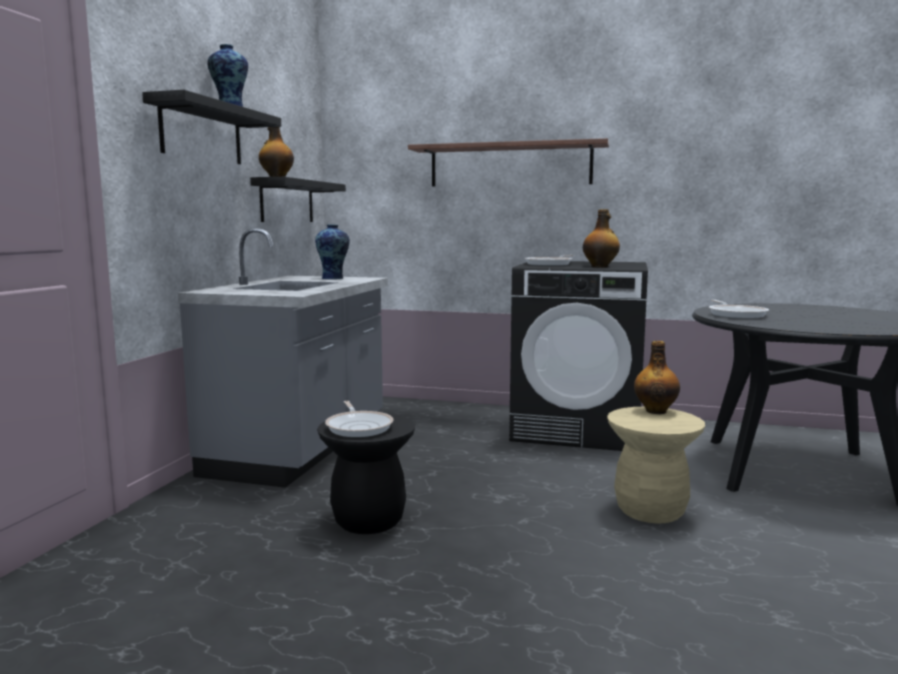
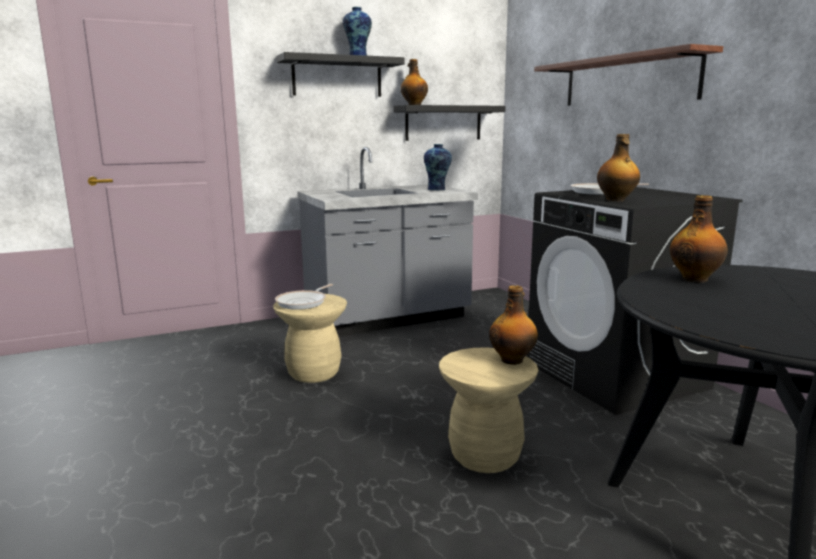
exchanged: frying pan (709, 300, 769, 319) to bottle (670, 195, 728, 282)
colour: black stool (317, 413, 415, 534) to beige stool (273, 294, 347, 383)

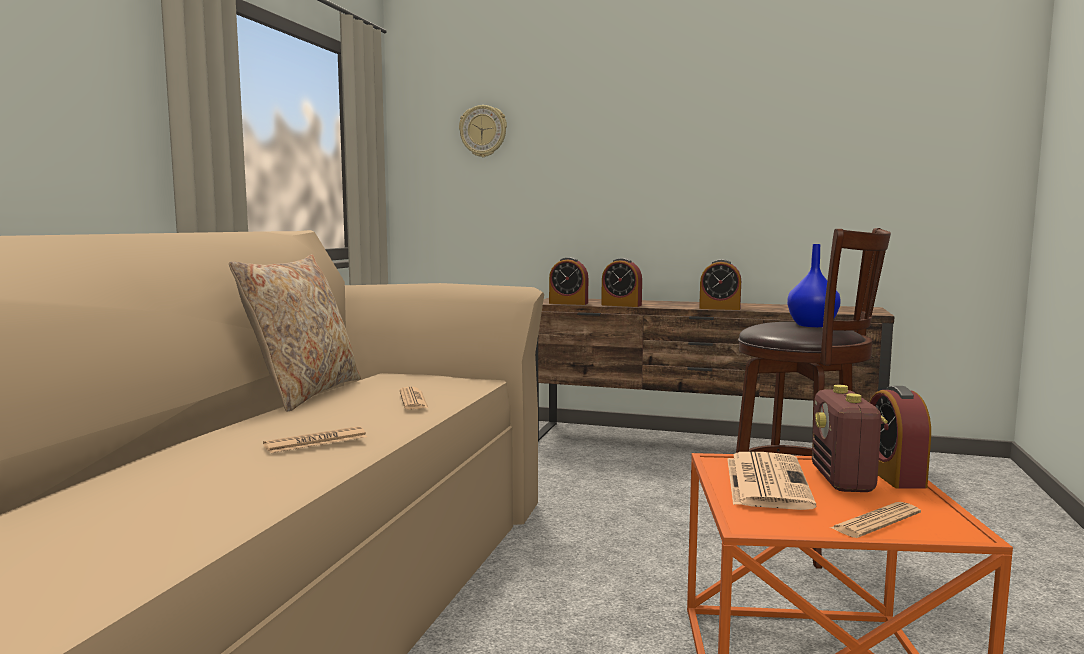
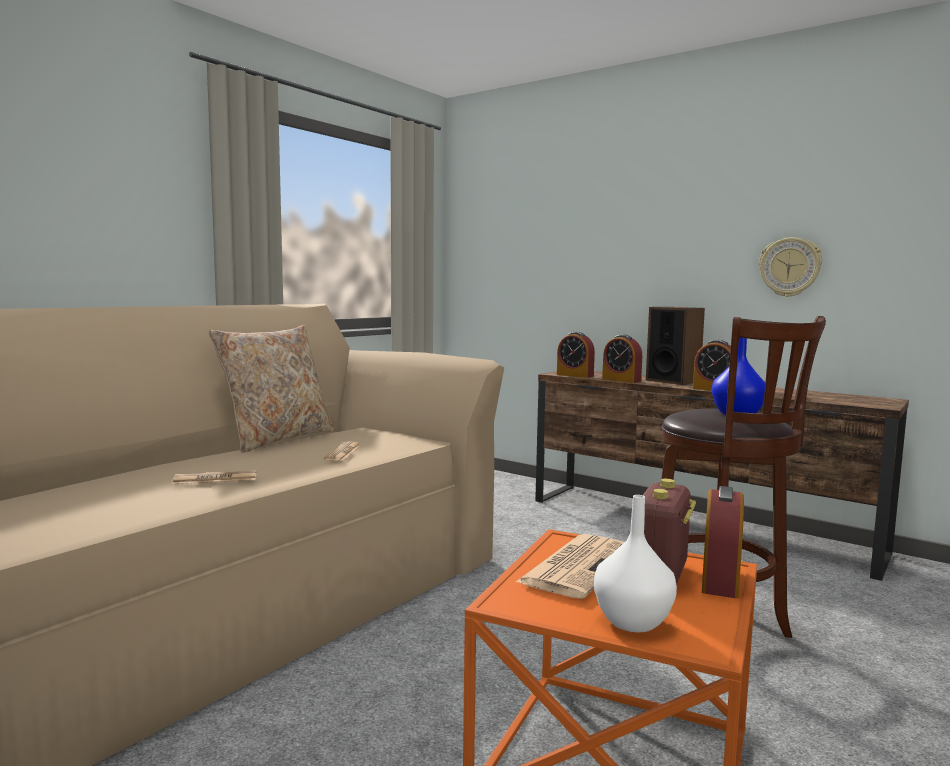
appeared: speaker (646, 307, 705, 385)
relocated: wall clock (459, 105, 507, 157) to (759, 237, 822, 297)
exchanged: newspaper (831, 502, 921, 538) to white vase (594, 495, 677, 632)

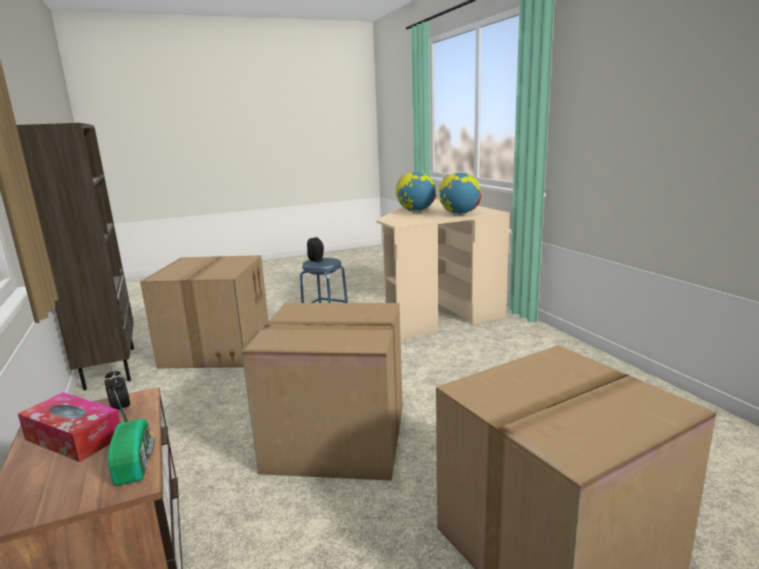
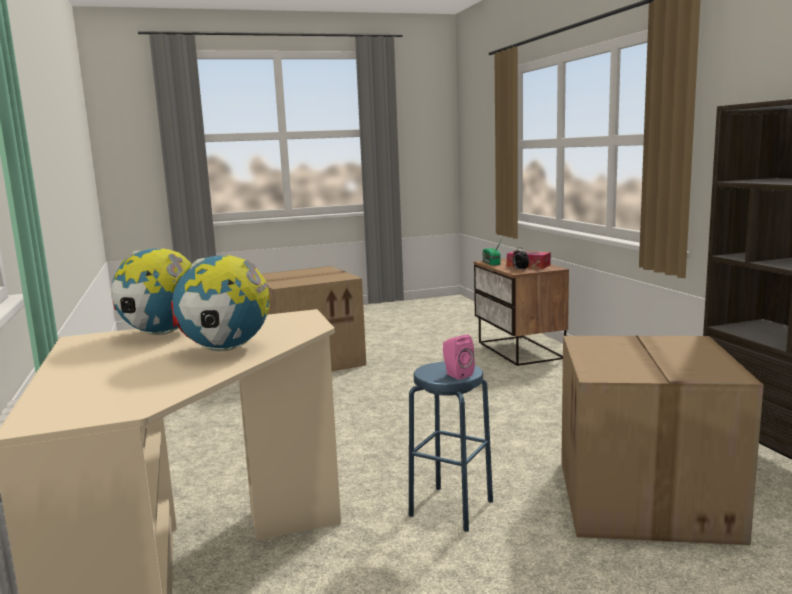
missing: cardboard box (242, 303, 403, 481)
colour: black speaker (307, 237, 324, 262) to pink speaker (443, 334, 475, 380)

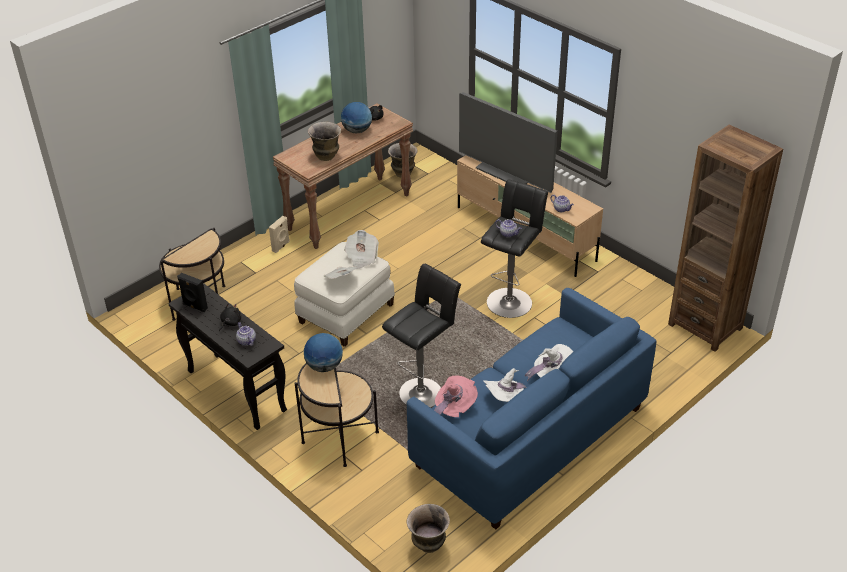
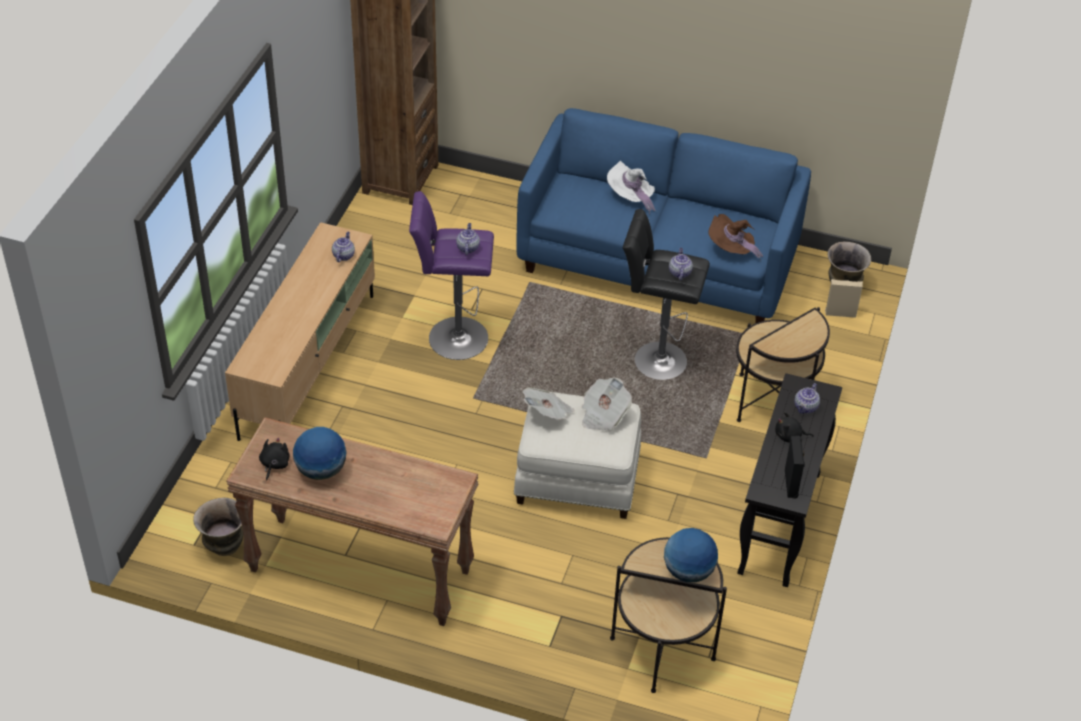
missing: vase (308, 122, 341, 161); television (459, 92, 557, 193); white hat (483, 368, 527, 402)
appeared: teapot (669, 248, 693, 280)
relocated: globe (304, 333, 343, 372) to (664, 528, 718, 582); beige speaker (269, 216, 290, 253) to (825, 279, 863, 318)
colour: black stool (481, 180, 548, 318) to purple stool (409, 191, 494, 360); pink hat (434, 376, 478, 417) to brown hat (708, 214, 763, 262)

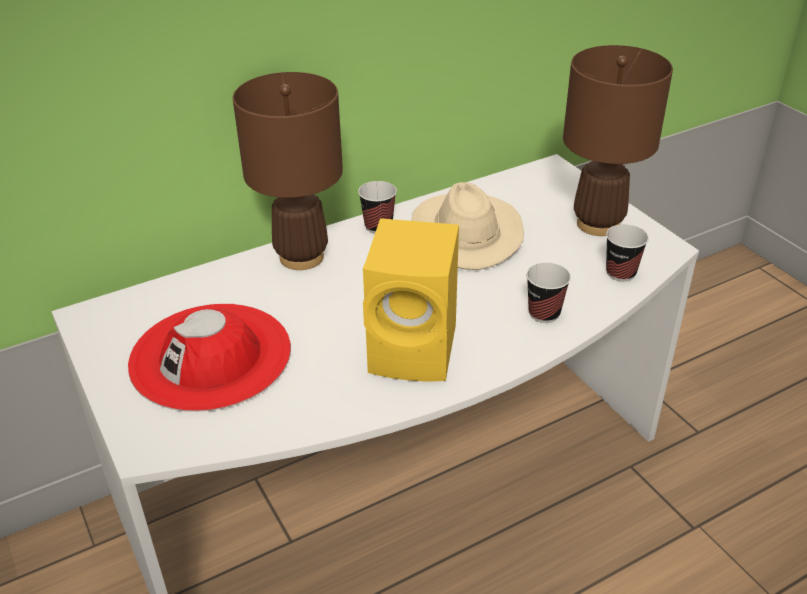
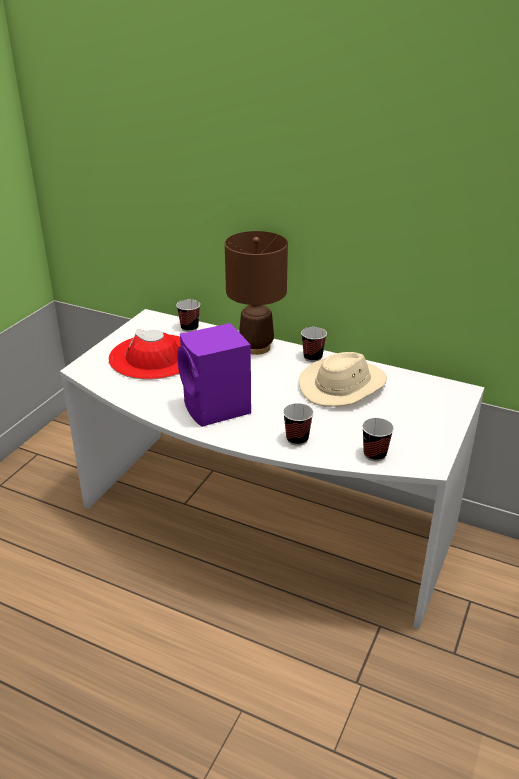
missing: brown table lamp (563, 45, 673, 236)
appeared: cup (176, 299, 200, 332)
colour: yellow speaker (363, 218, 459, 381) to purple speaker (177, 323, 251, 427)

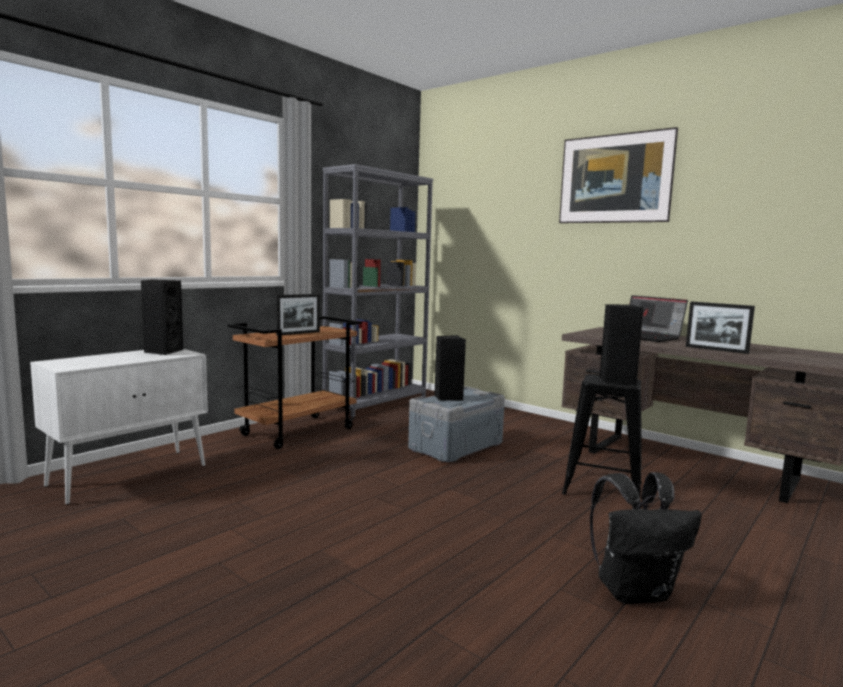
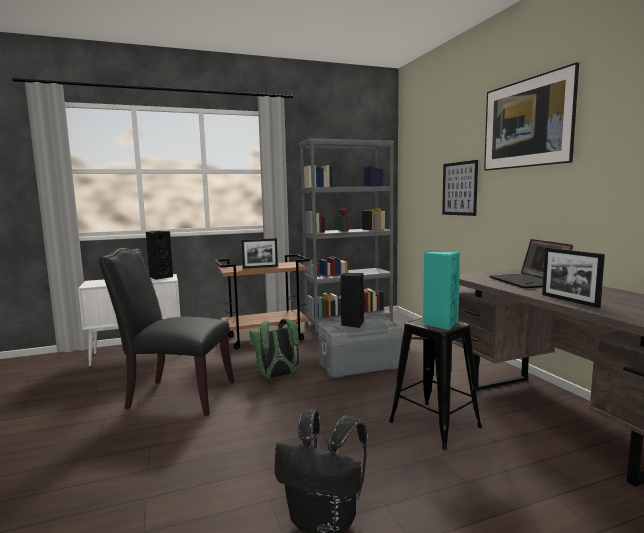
appeared: black chair (99, 248, 234, 416); green backpack (249, 319, 299, 379); picture (442, 160, 478, 216)
colour: black speaker (600, 304, 643, 385) to turquoise speaker (423, 251, 460, 330)

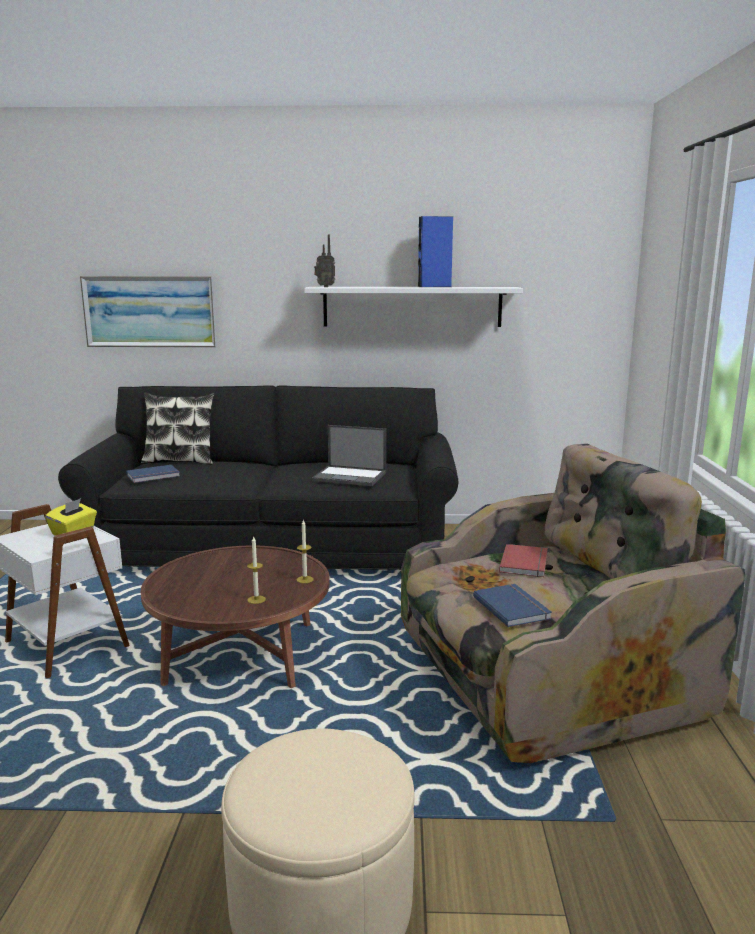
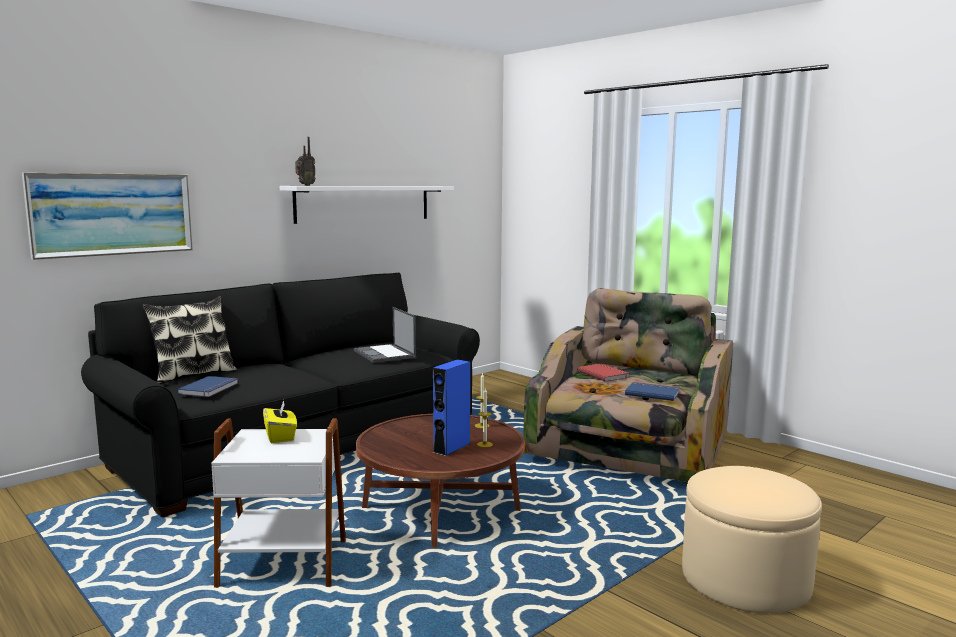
relocated: blue speaker (418, 216, 453, 287) to (433, 359, 470, 456)
spun: laptop (312, 425, 386, 486) = (353, 307, 416, 363) 90 degrees clockwise

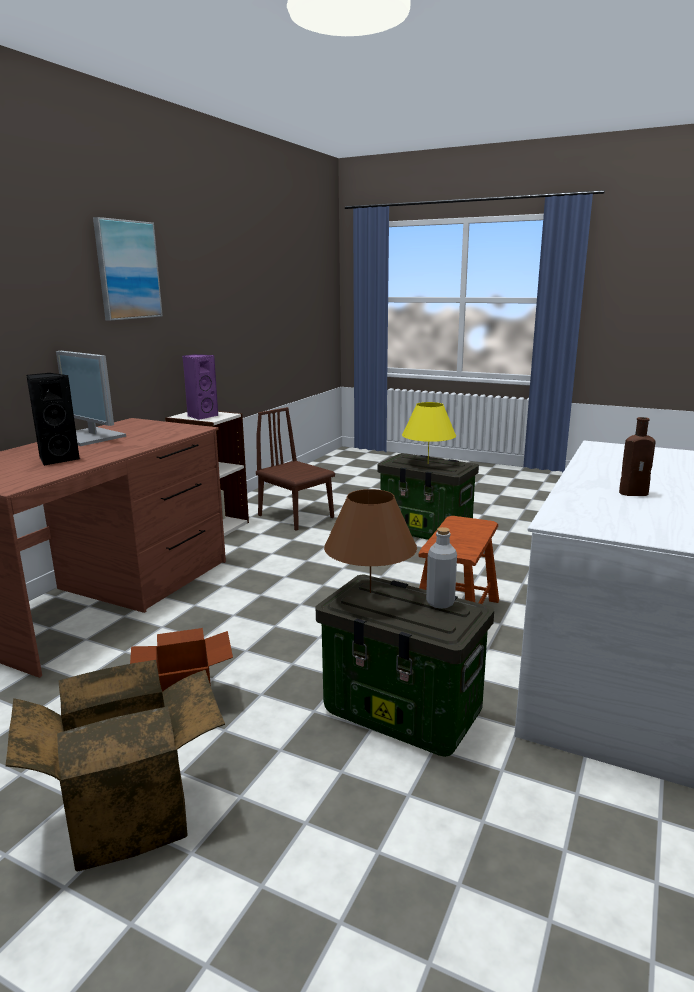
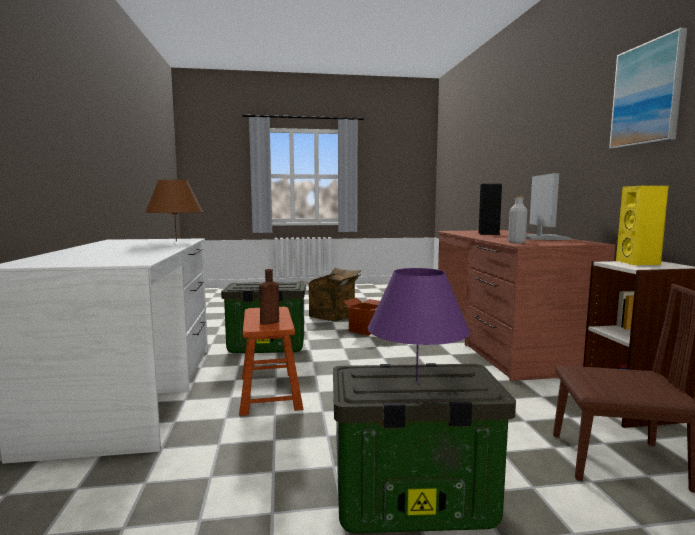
relocated: brown table lamp (324, 489, 417, 593) to (146, 180, 203, 242); brown bottle (619, 417, 656, 496) to (259, 269, 279, 325); grey bottle (426, 527, 457, 609) to (508, 196, 527, 243)
colour: yellow table lamp (402, 402, 456, 463) to purple table lamp (368, 268, 470, 382); purple speaker (182, 354, 218, 420) to yellow speaker (616, 186, 669, 265)
spun: monitor (56, 351, 126, 446) = (526, 173, 571, 240) 90 degrees clockwise

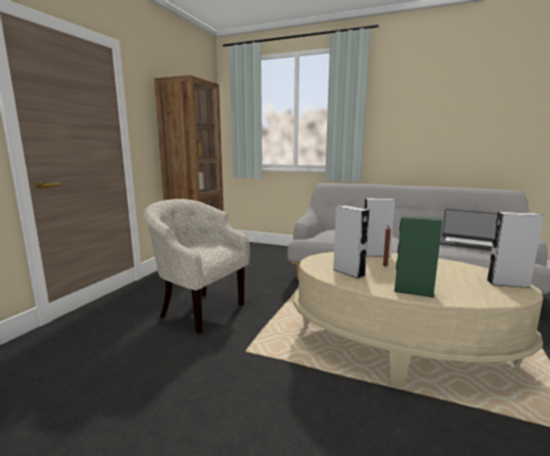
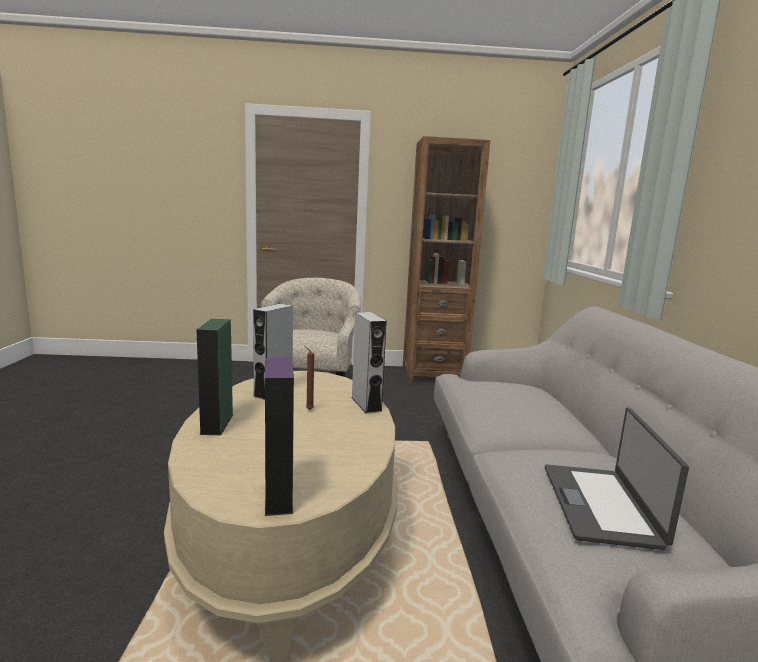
colour: grey speaker (487, 212, 544, 288) to purple speaker (265, 357, 294, 516)

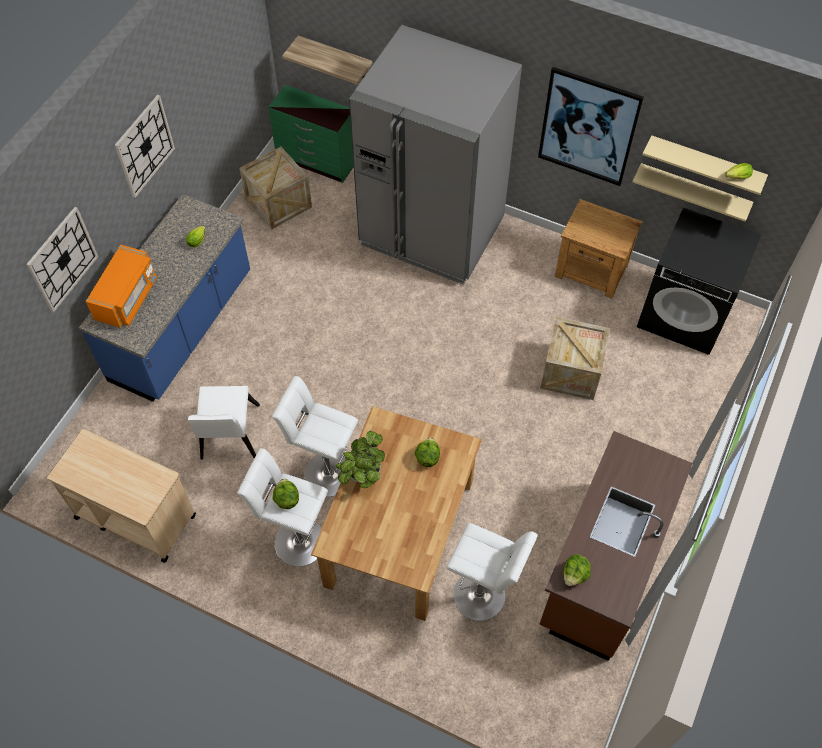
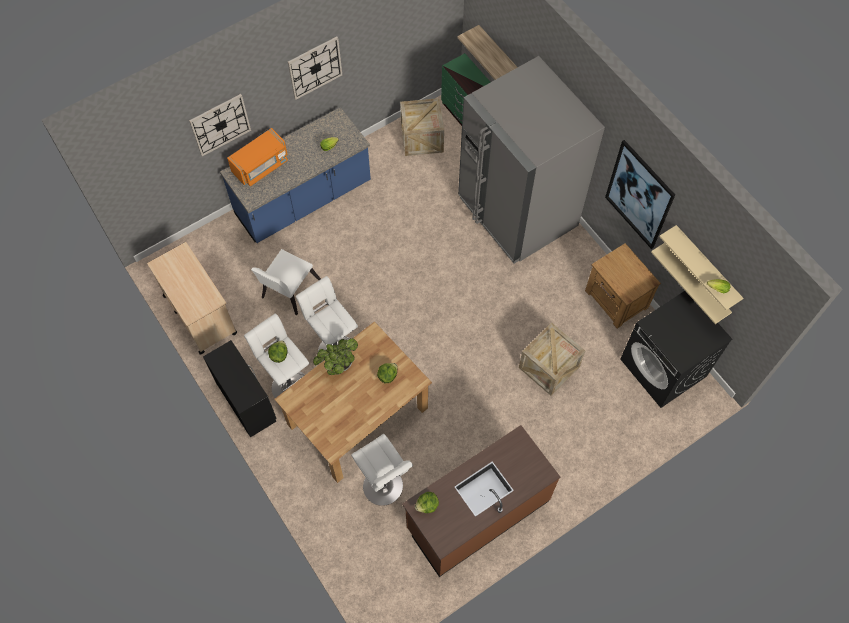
appeared: black dresser (203, 340, 277, 438)

